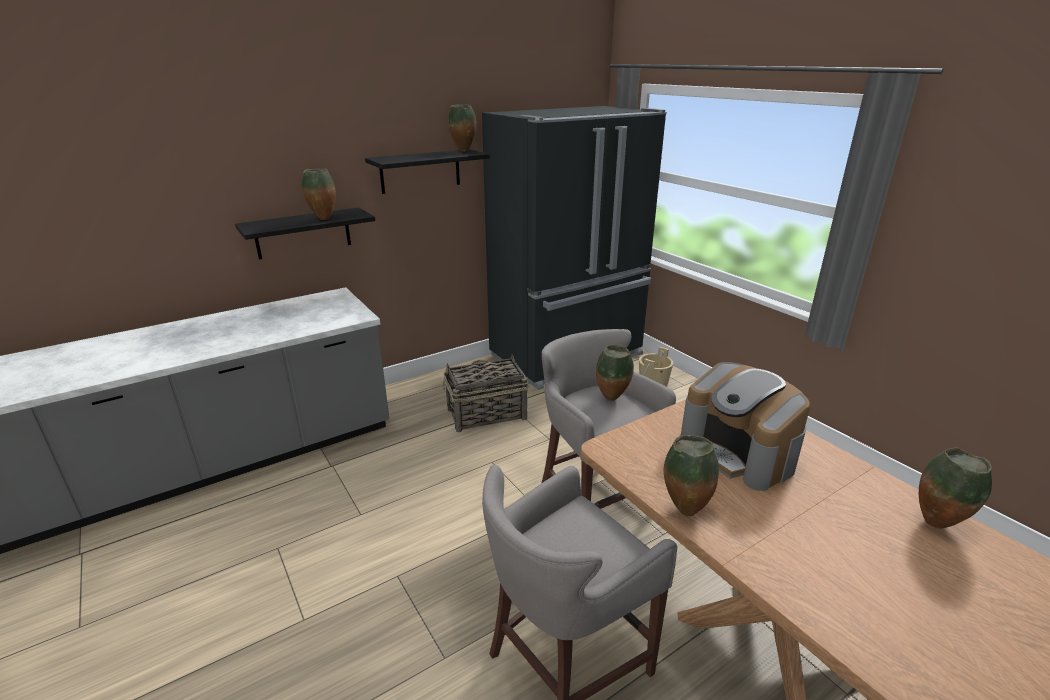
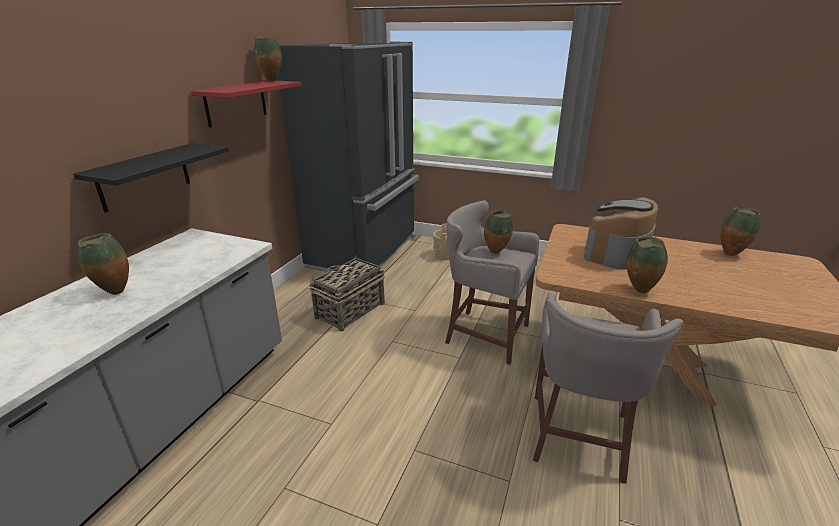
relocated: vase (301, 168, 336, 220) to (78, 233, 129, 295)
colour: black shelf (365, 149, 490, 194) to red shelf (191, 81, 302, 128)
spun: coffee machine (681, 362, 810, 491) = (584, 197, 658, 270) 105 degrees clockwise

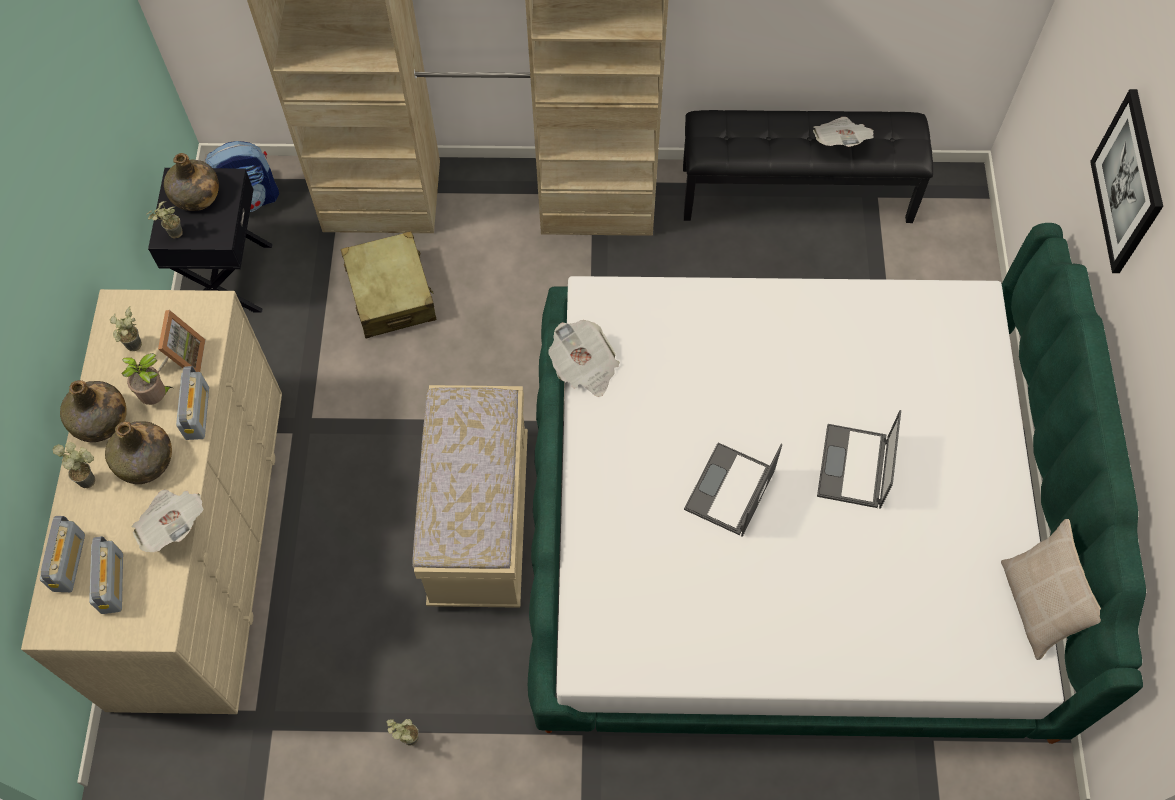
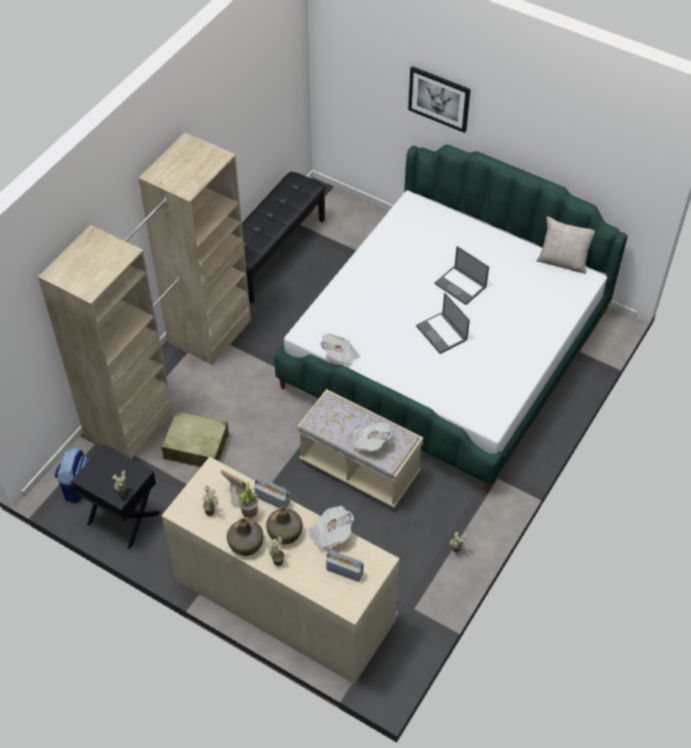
missing: radio (40, 516, 85, 592); green bottle (164, 153, 219, 211)
relocated: newspaper (813, 117, 874, 147) to (352, 422, 391, 451)

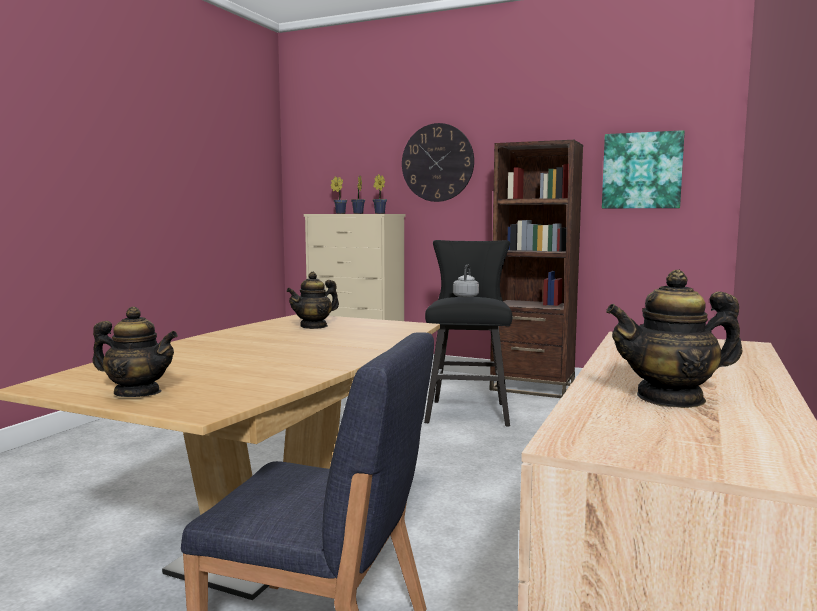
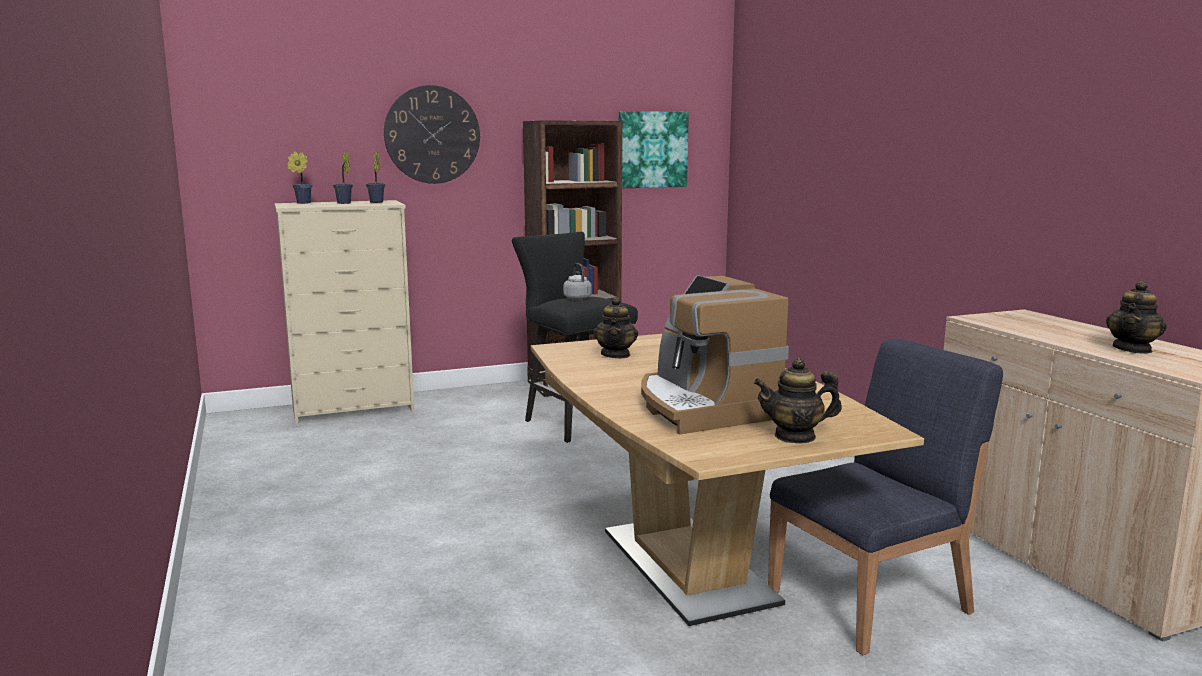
appeared: coffee machine (641, 275, 789, 435)
spun: teapot (93, 307, 178, 397) = (754, 358, 842, 444) 150 degrees counterclockwise

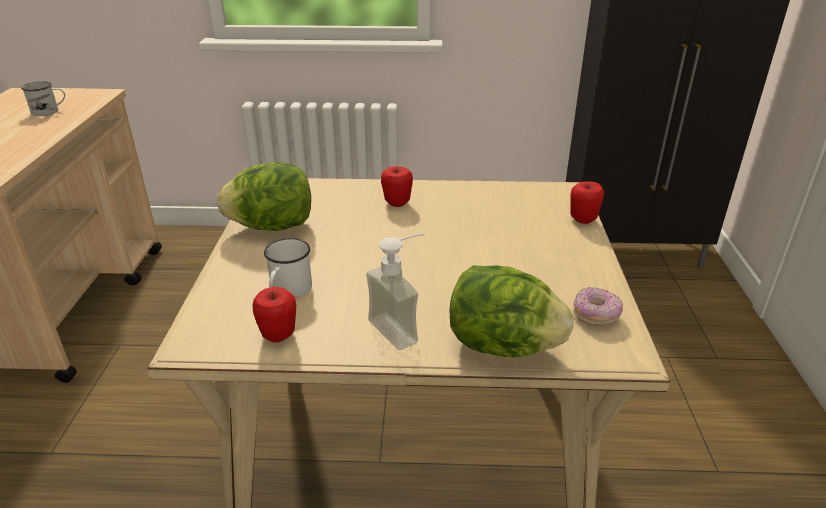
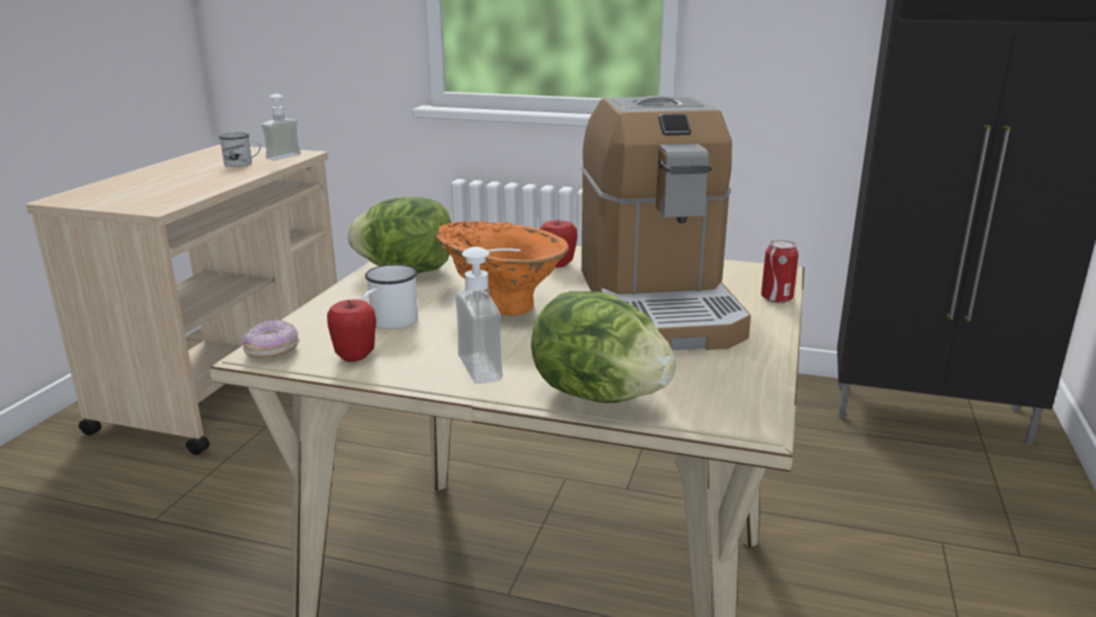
appeared: soap dispenser (262, 94, 301, 161); orange vase (435, 221, 569, 316); coffee machine (581, 95, 751, 350)
relocated: donut (573, 287, 623, 326) to (242, 320, 299, 358)
exchanged: apple (570, 182, 604, 224) to can (761, 240, 799, 303)

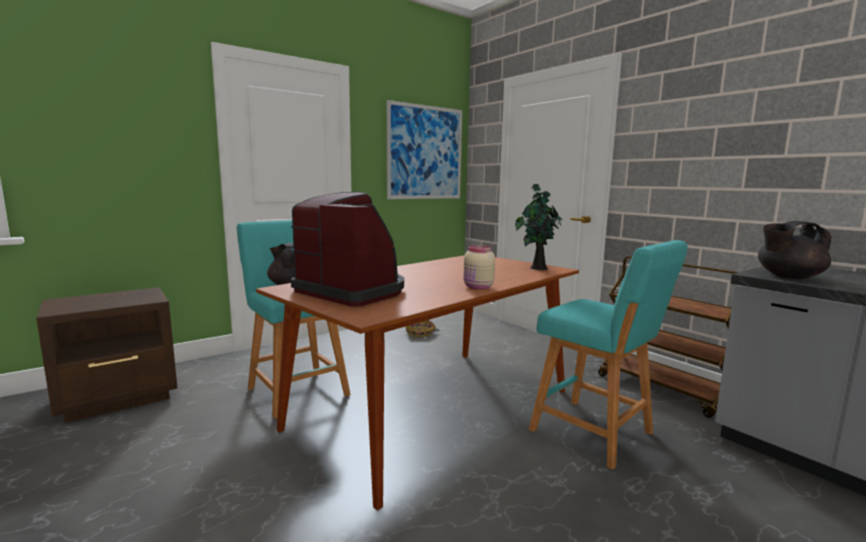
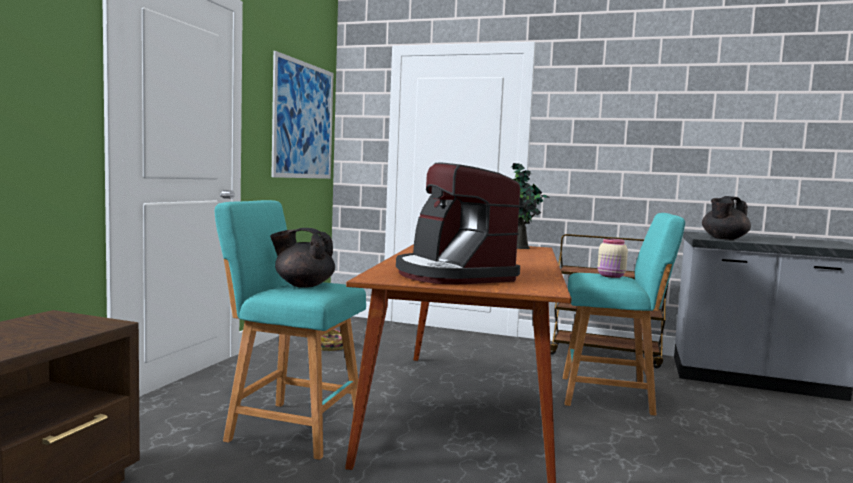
relocated: beige jar (464, 245, 495, 290) to (598, 238, 628, 278)
spun: coffee machine (291, 192, 404, 307) = (396, 163, 521, 285) 120 degrees counterclockwise

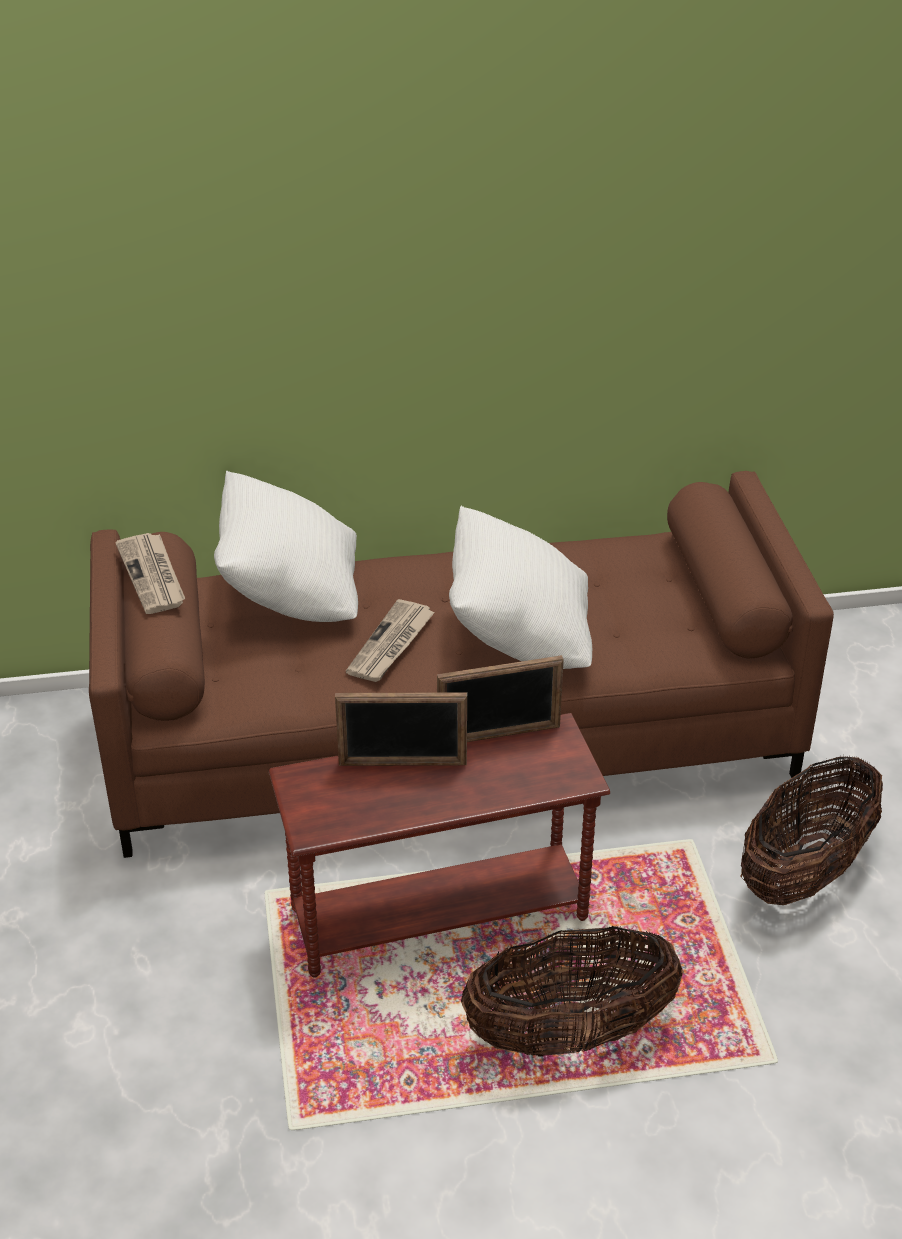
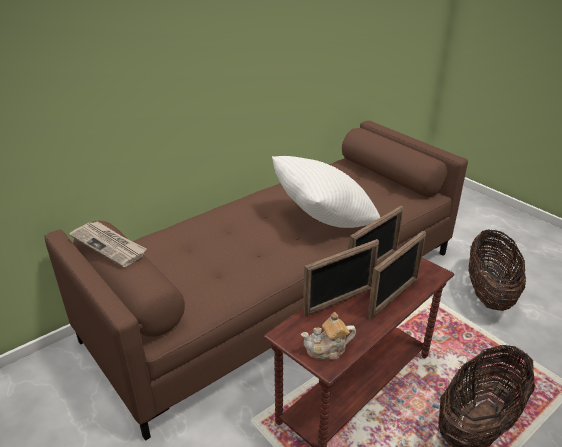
missing: white pillow (214, 471, 358, 622); newspaper (346, 599, 435, 682)
appeared: teapot (301, 312, 356, 360); picture frame (368, 231, 426, 319)

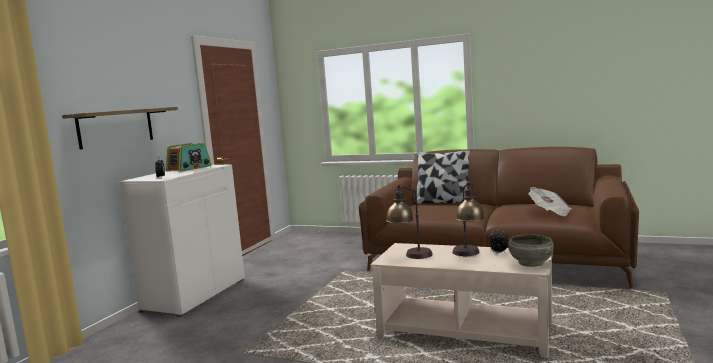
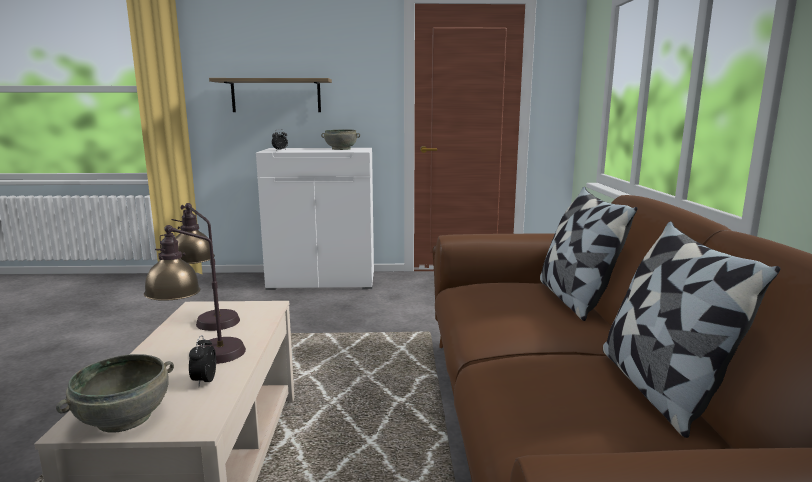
missing: newspaper (528, 187, 571, 216)
appeared: pillow (603, 221, 781, 438)
exchanged: radio (166, 143, 212, 172) to grey bowl (321, 130, 360, 150)

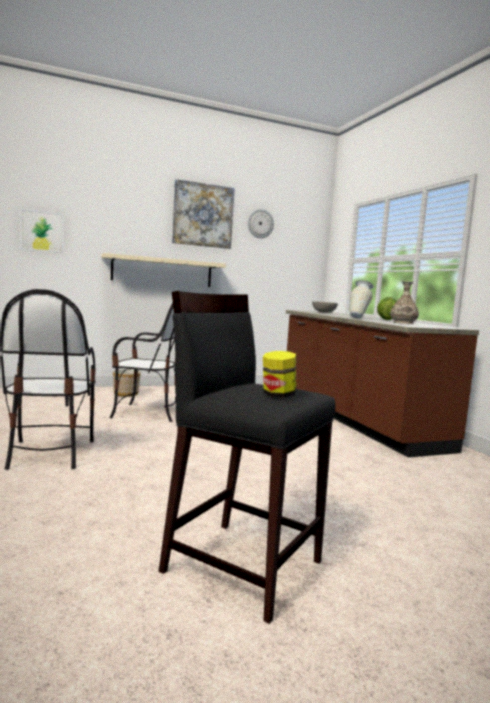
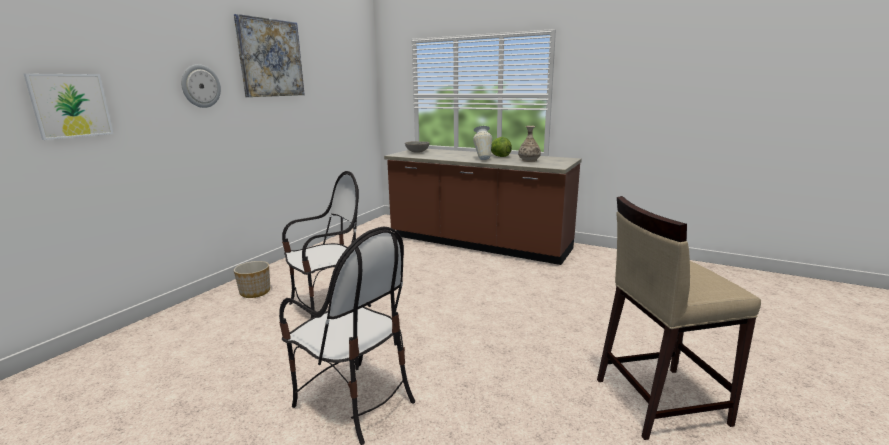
missing: beige shelf (101, 253, 226, 287); jar (263, 351, 296, 397)
relocated: wall clock (248, 209, 274, 238) to (181, 64, 221, 108)
colour: black stool (159, 291, 335, 624) to beige stool (597, 196, 761, 440)

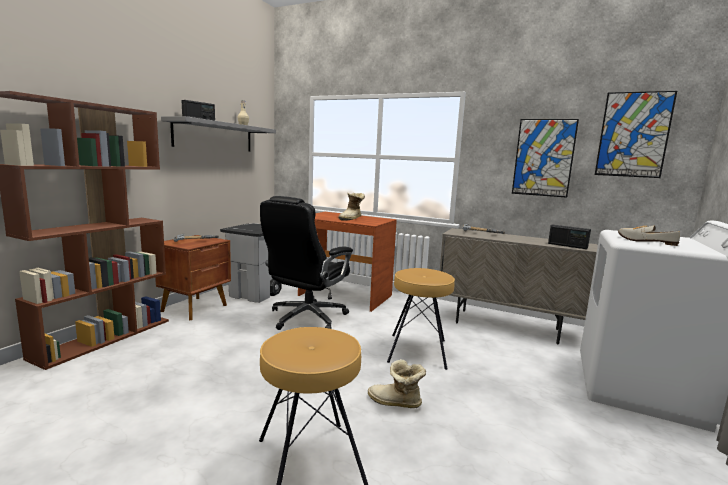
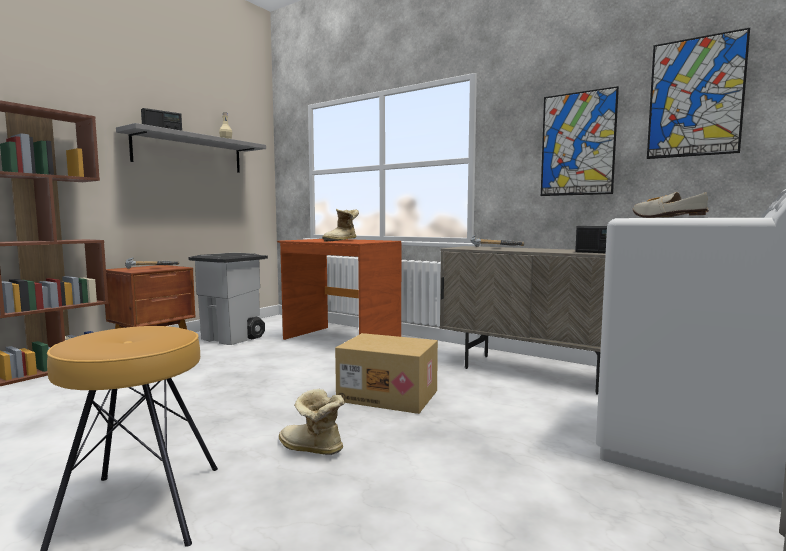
missing: black office chair (260, 196, 353, 330)
exchanged: brown stool (387, 268, 455, 370) to cardboard box (335, 333, 438, 414)

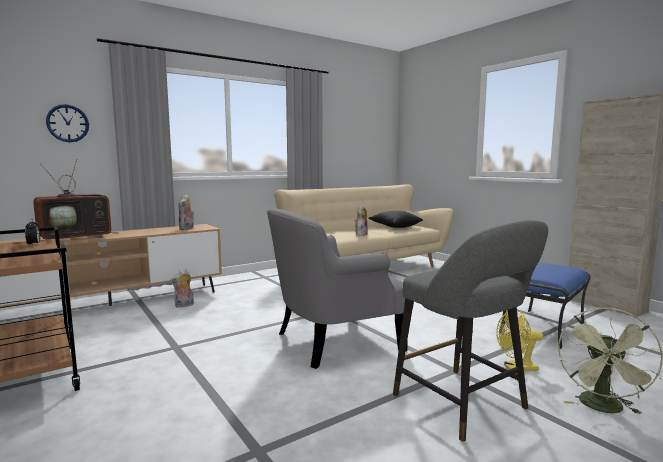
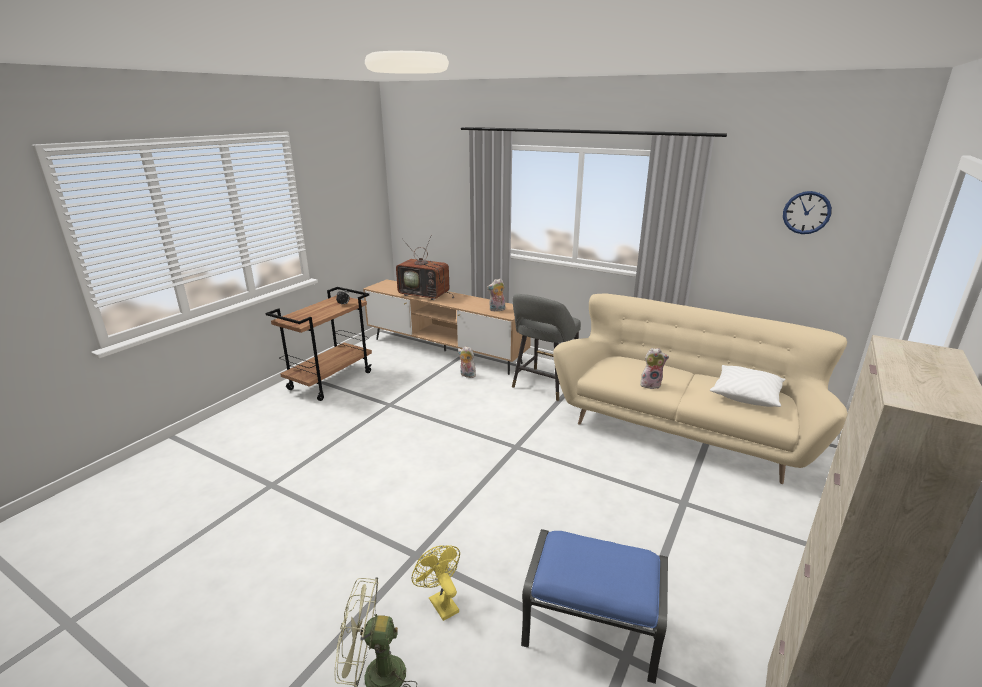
missing: grey armchair (267, 209, 414, 369)
relocated: grey stool (393, 220, 548, 442) to (512, 294, 581, 401); wall clock (46, 104, 89, 142) to (783, 191, 832, 234)
colour: black pillow (368, 211, 423, 228) to white pillow (710, 365, 786, 407)

